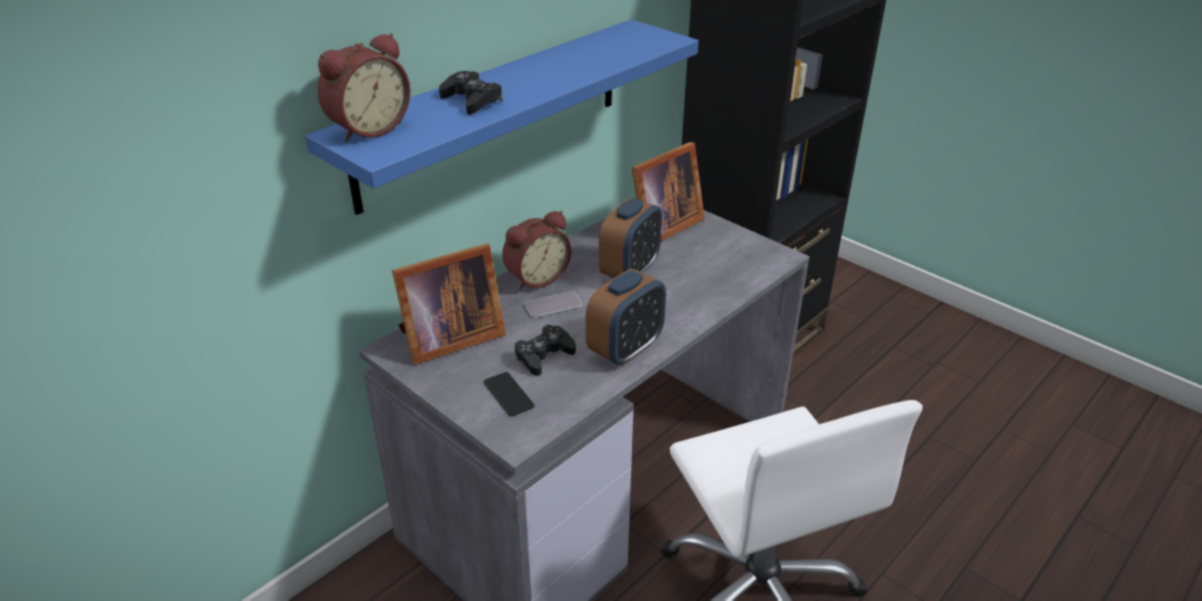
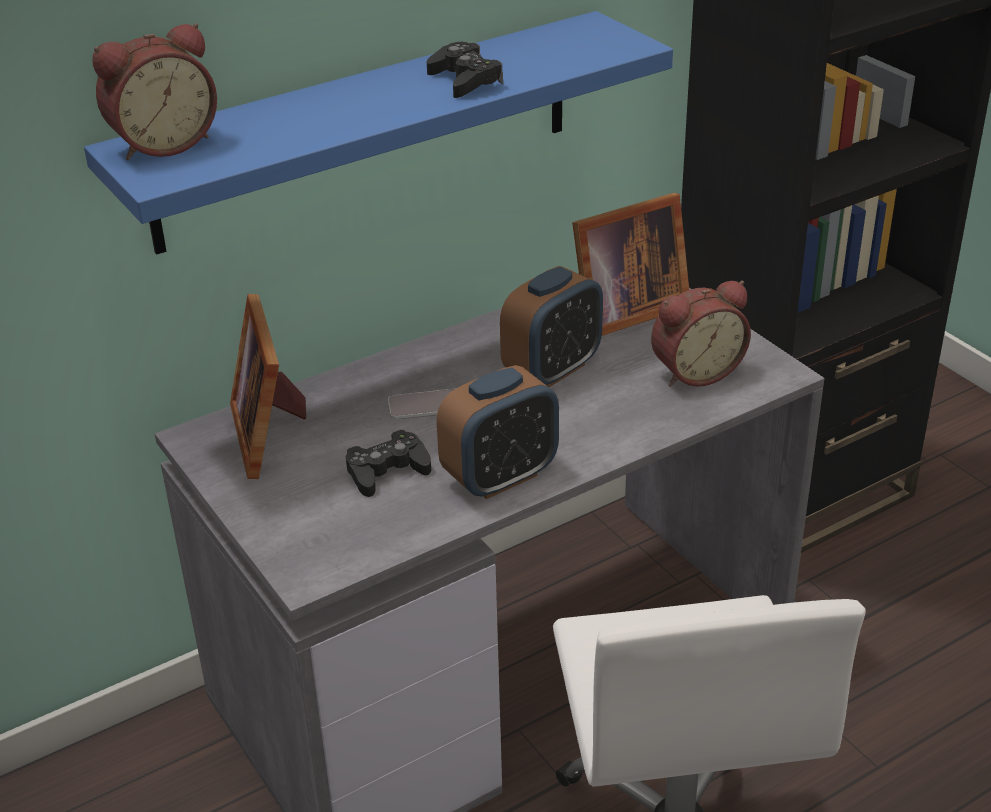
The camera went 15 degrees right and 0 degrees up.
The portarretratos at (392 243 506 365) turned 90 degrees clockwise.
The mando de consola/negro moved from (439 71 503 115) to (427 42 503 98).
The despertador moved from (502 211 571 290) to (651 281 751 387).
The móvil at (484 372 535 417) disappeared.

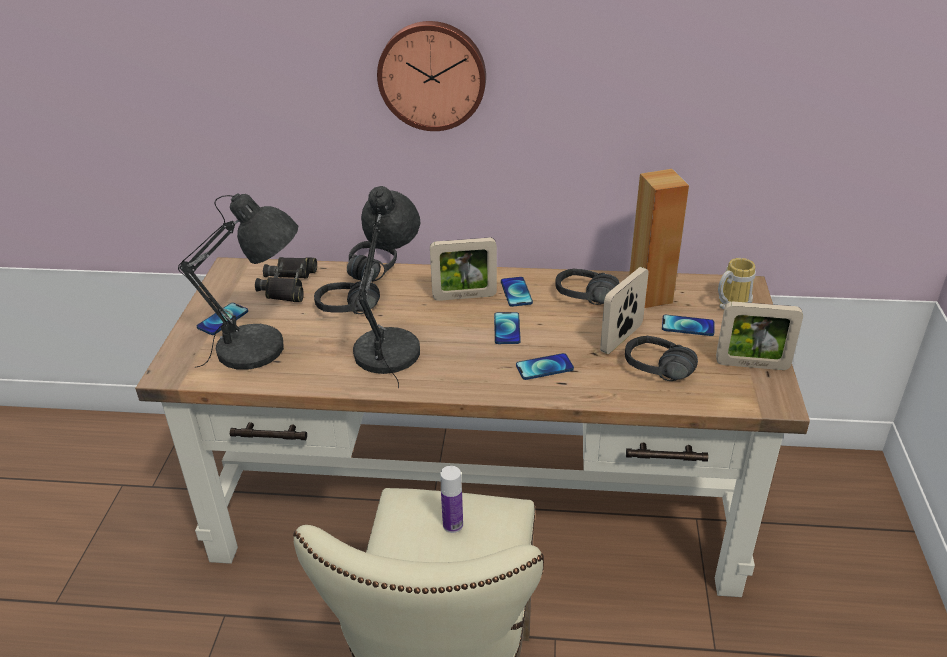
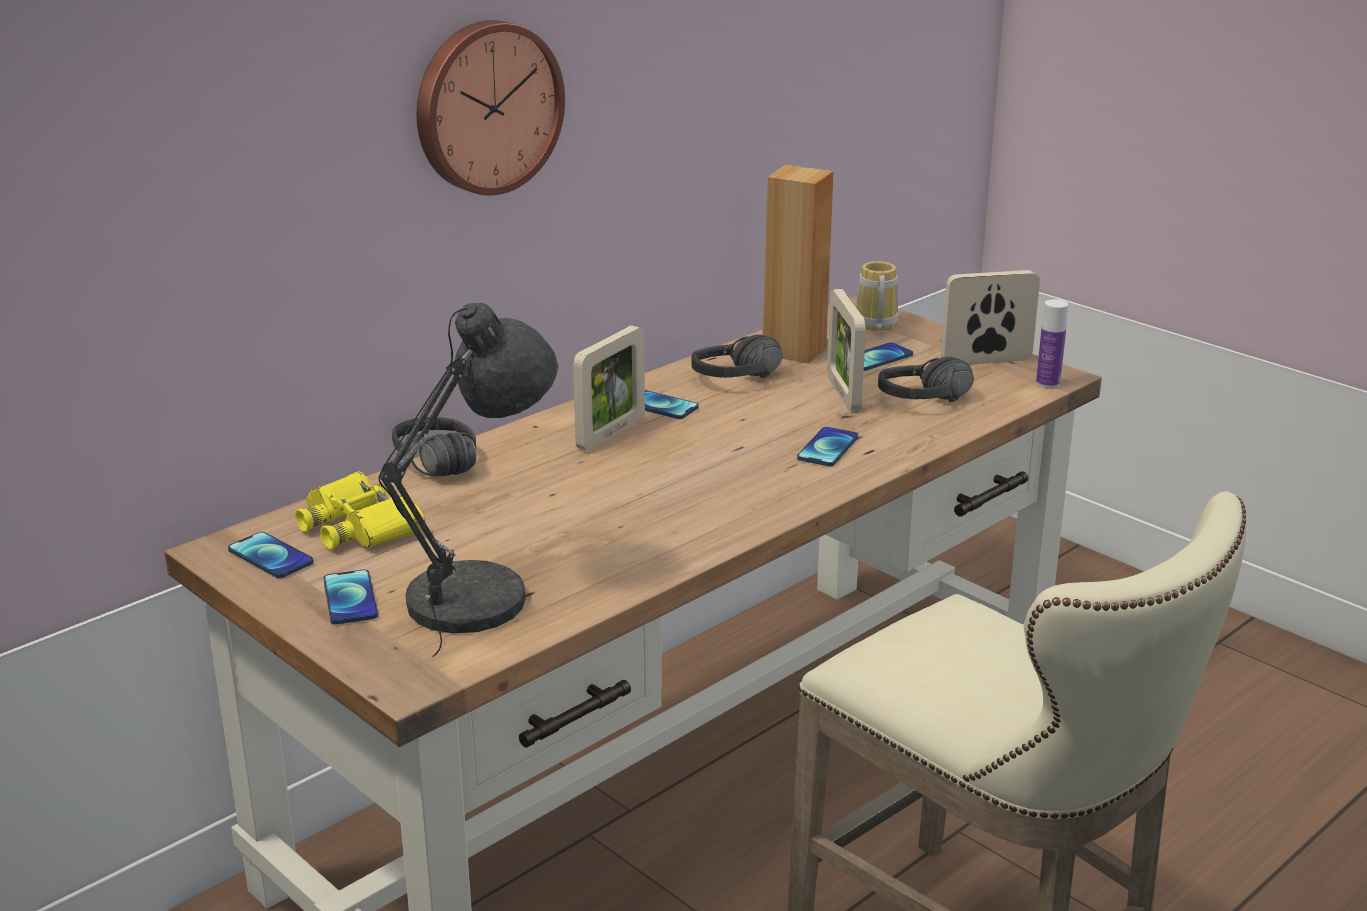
The camera went 50 degrees left and 10 degrees down.
The móvil moved from (494 312 521 344) to (228 532 314 578).
The prismáticos/negro at (255 257 317 302) became the prismáticos/amarillo at (295 471 425 550).
The portarretratos at (716 302 803 370) turned 150 degrees counterclockwise.
The botella moved from (440 466 463 533) to (1036 299 1068 388).
The auriculares/negro at (314 281 380 314) disappeared.
The lámpara de mesa/gris at (353 186 420 388) disappeared.

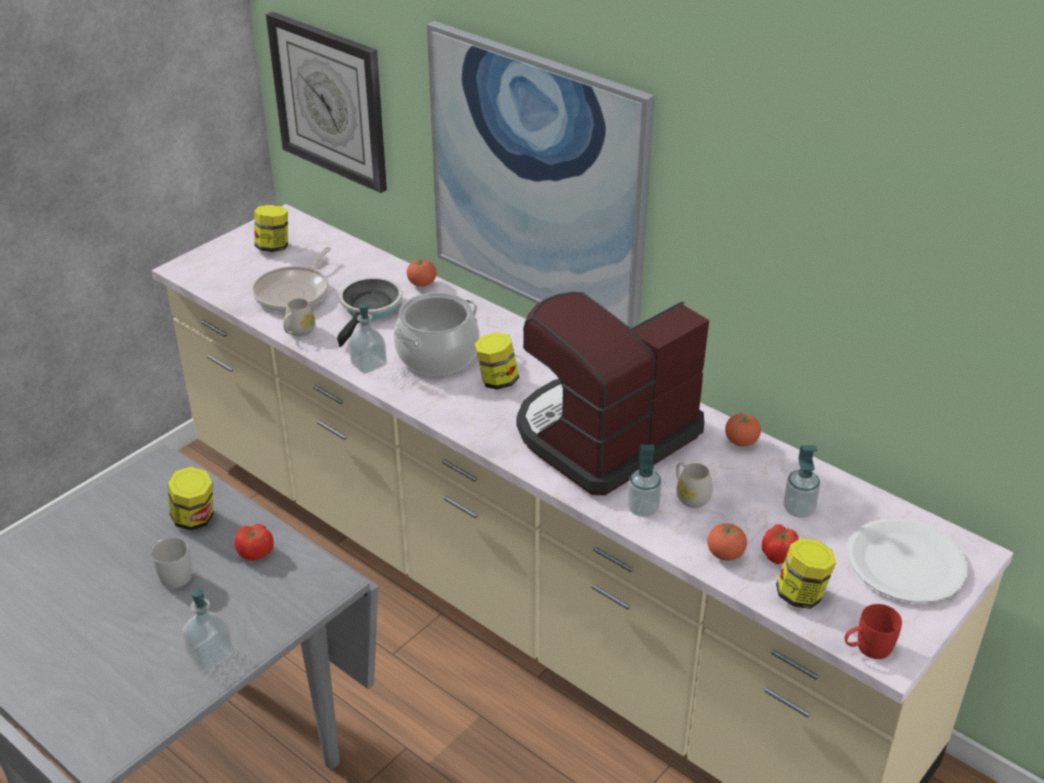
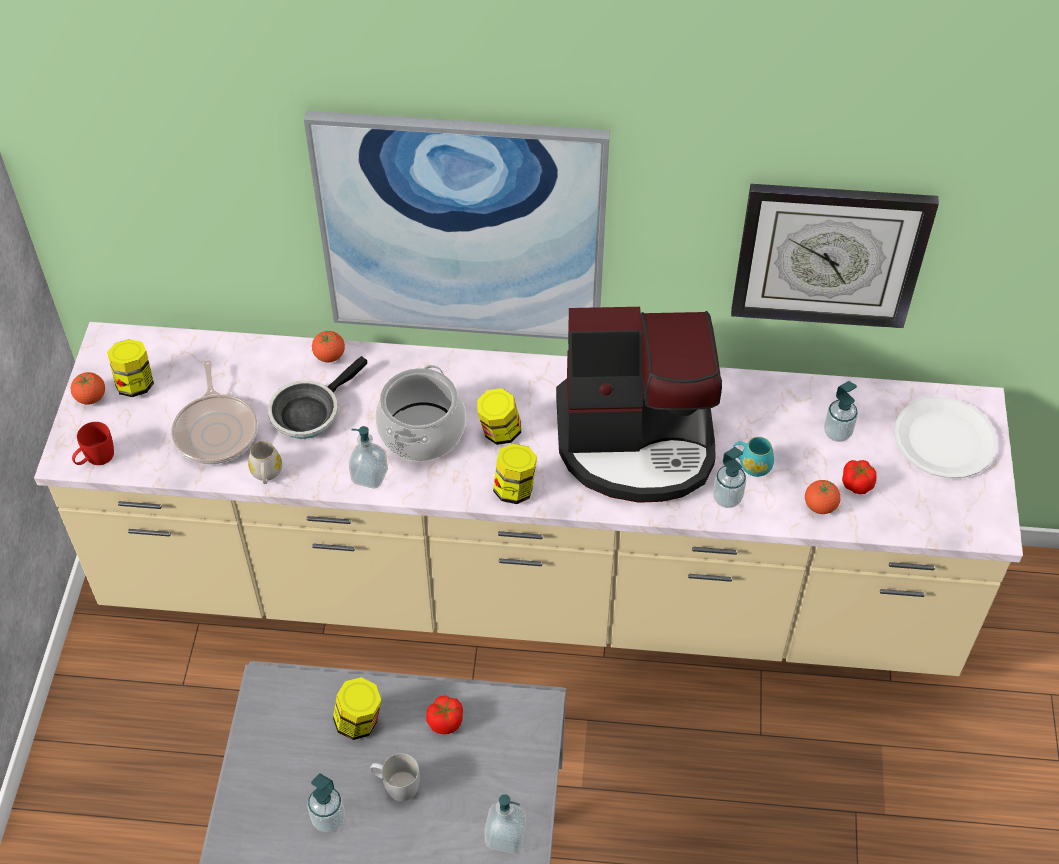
The camera went 35 degrees left and 15 degrees up.
The tomate moved from (725 413 761 446) to (71 372 105 405).
The taza grande/rojo moved from (844 604 902 659) to (72 422 114 465).
The sartén at (337 277 402 347) turned 120 degrees counterclockwise.
The dispensador de jabón at (308 773 345 832) appeared.
The tarro moved from (776 538 836 609) to (493 443 537 504).
The cafetera at (517 292 709 495) turned 105 degrees counterclockwise.
The reloj de pared moved from (266 12 387 193) to (731 184 939 328).
The taza grande/blanco at (676 462 713 508) became the taza grande/turquesa at (733 437 774 477).

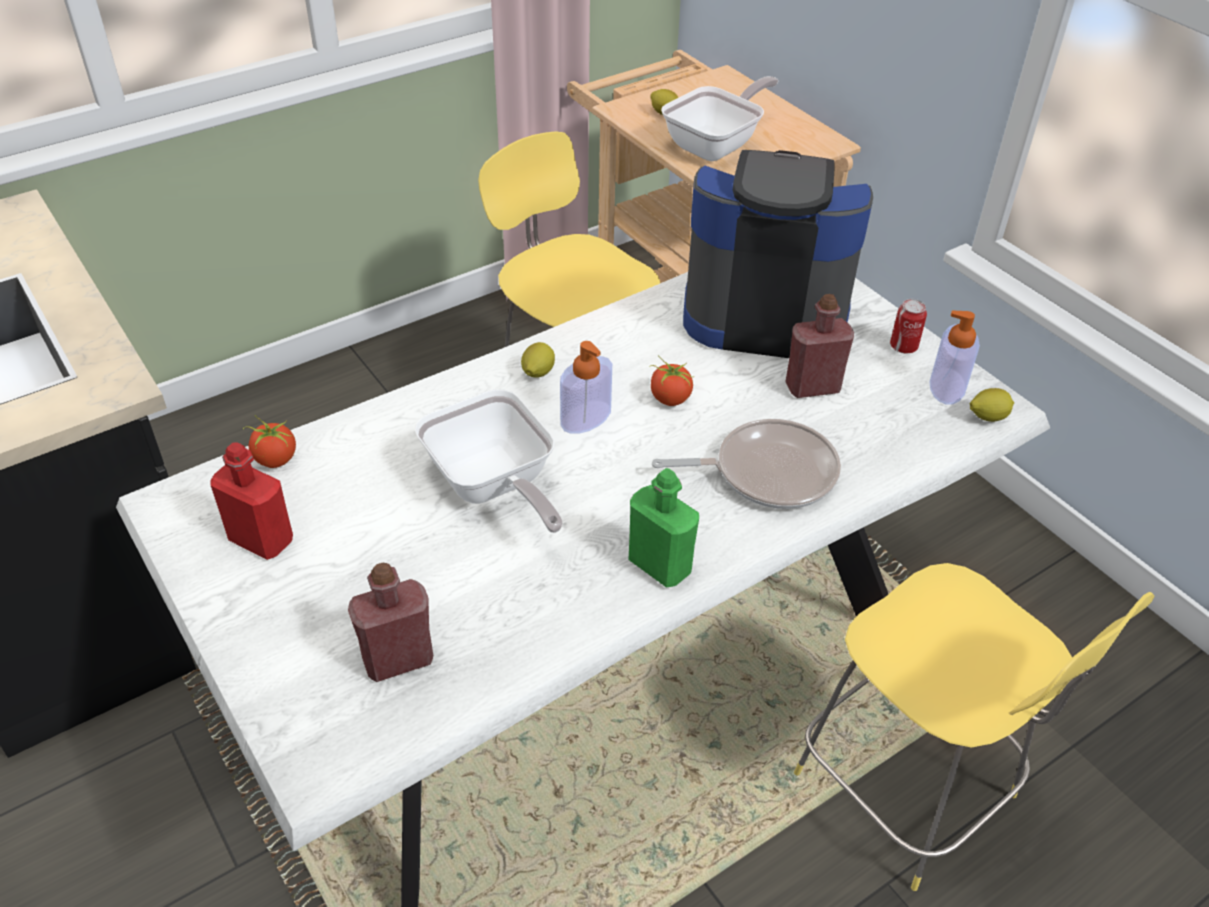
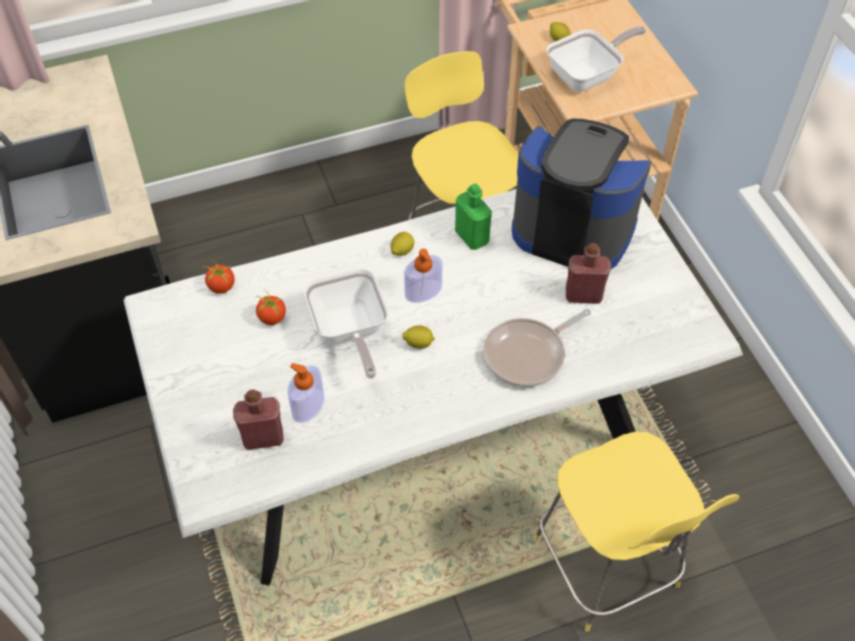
The camera went 15 degrees right and 10 degrees up.
The tomate moved from (649 355 695 406) to (255 290 286 325).
The dispensador de jabón moved from (929 310 980 405) to (287 363 325 423).
The limón moved from (970 388 1014 422) to (402 325 435 349).
The botella/verde moved from (628 468 699 588) to (455 183 492 250).
The sartén at (652 419 841 509) turned 135 degrees clockwise.
The botella/rojo at (210 442 293 560) disappeared.
The lata at (890 299 927 353) disappeared.

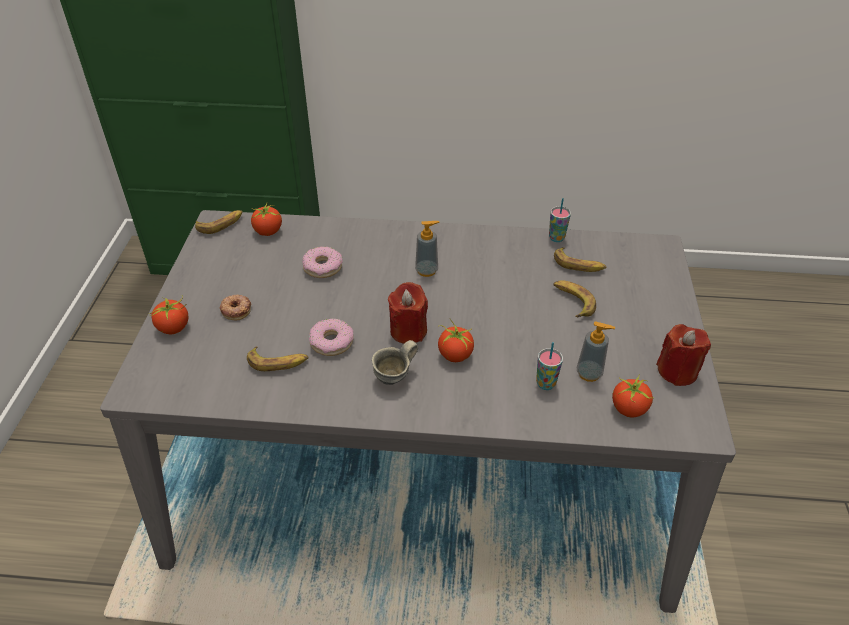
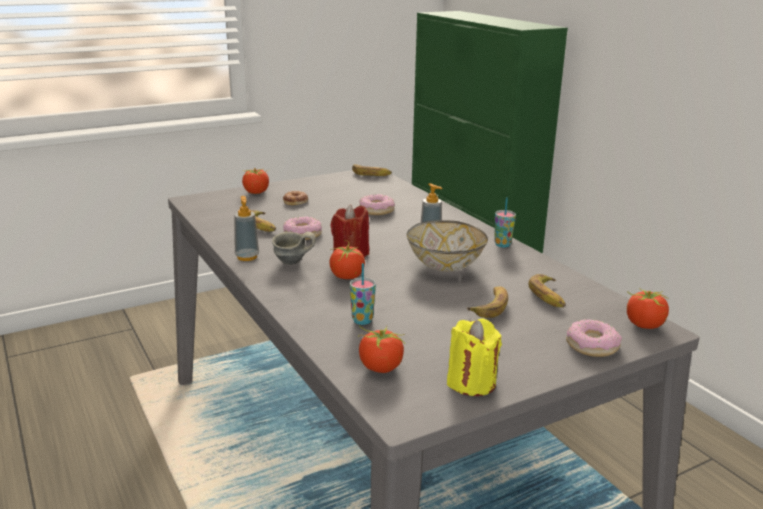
The camera went 55 degrees right and 20 degrees down.
The dispensador de jabón moved from (577 321 615 382) to (234 196 259 261).
The cuenco at (406 220 488 271) appeared.
The vela/rojo at (656 324 711 386) became the vela/amarillo at (447 318 502 396).
The taza moved from (549 198 571 242) to (494 197 516 248).
The rosquilla at (566 319 622 357) appeared.
The tomate moved from (251 204 282 236) to (627 288 669 329).

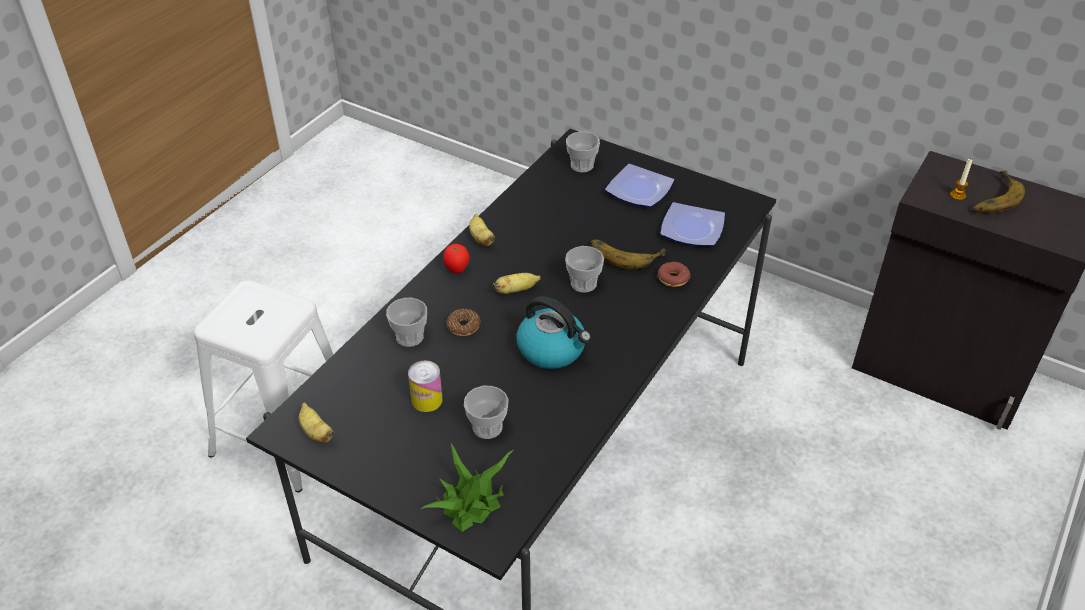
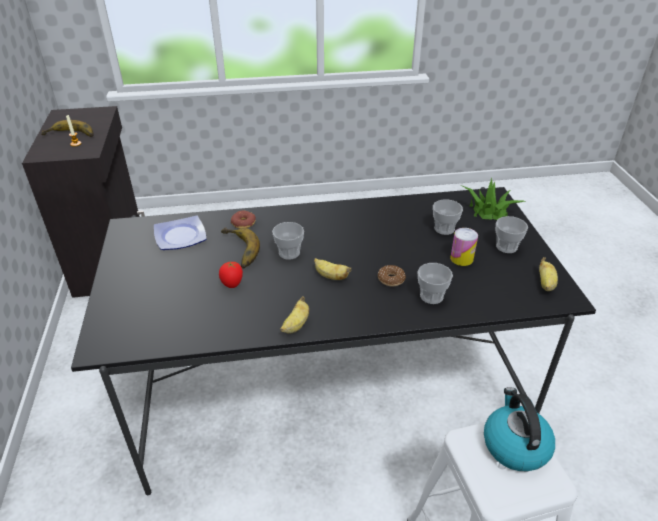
The camera went 130 degrees left and 5 degrees down.
The tomate moved from (443 244 470 274) to (219 262 243 288).
The hervidor moved from (516 296 591 369) to (484 387 555 471).
The taza moved from (566 132 600 172) to (496 216 528 253).
The plato at (605 164 674 207) disappeared.

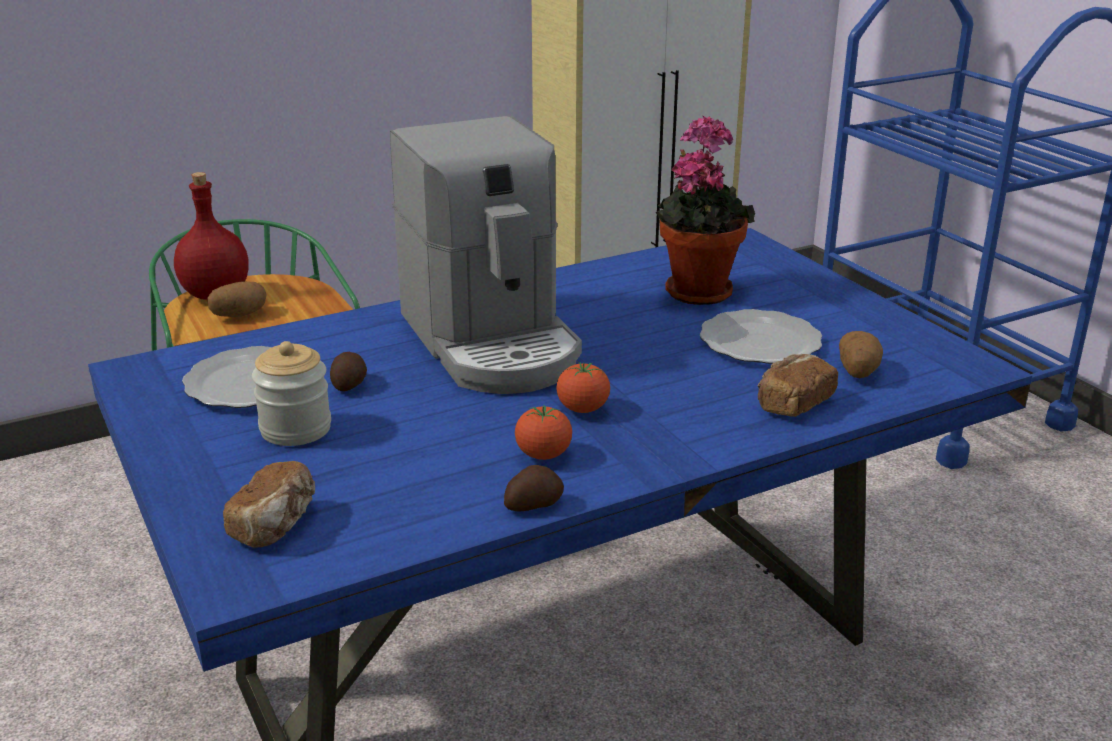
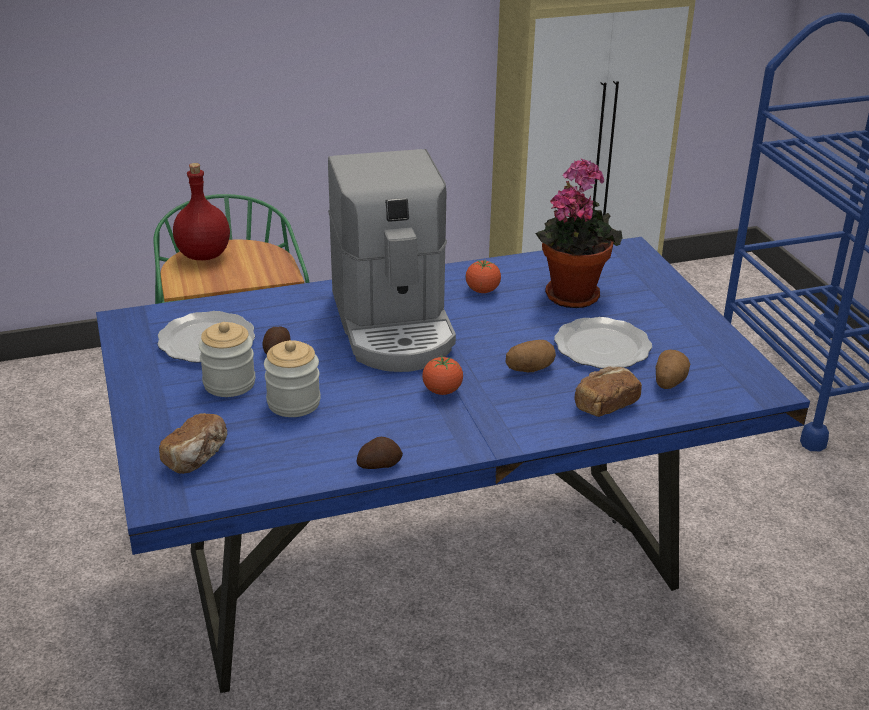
The camera went 10 degrees right and 5 degrees up.
The tarro at (264 340 321 417) appeared.
The tomate moved from (515 405 572 460) to (466 260 501 293).
The patata moved from (208 282 267 317) to (506 340 556 372).

